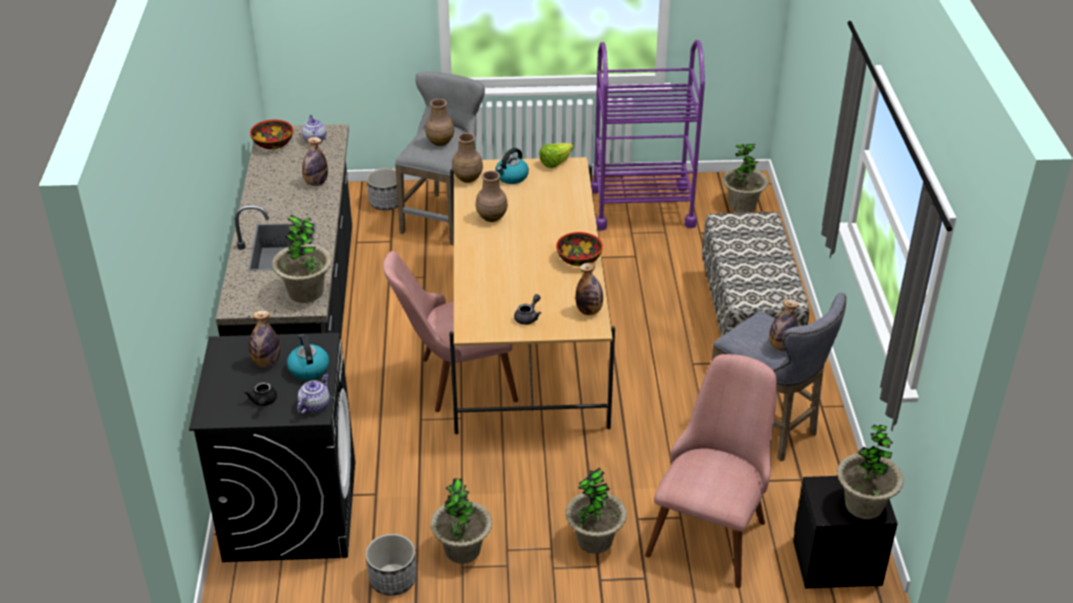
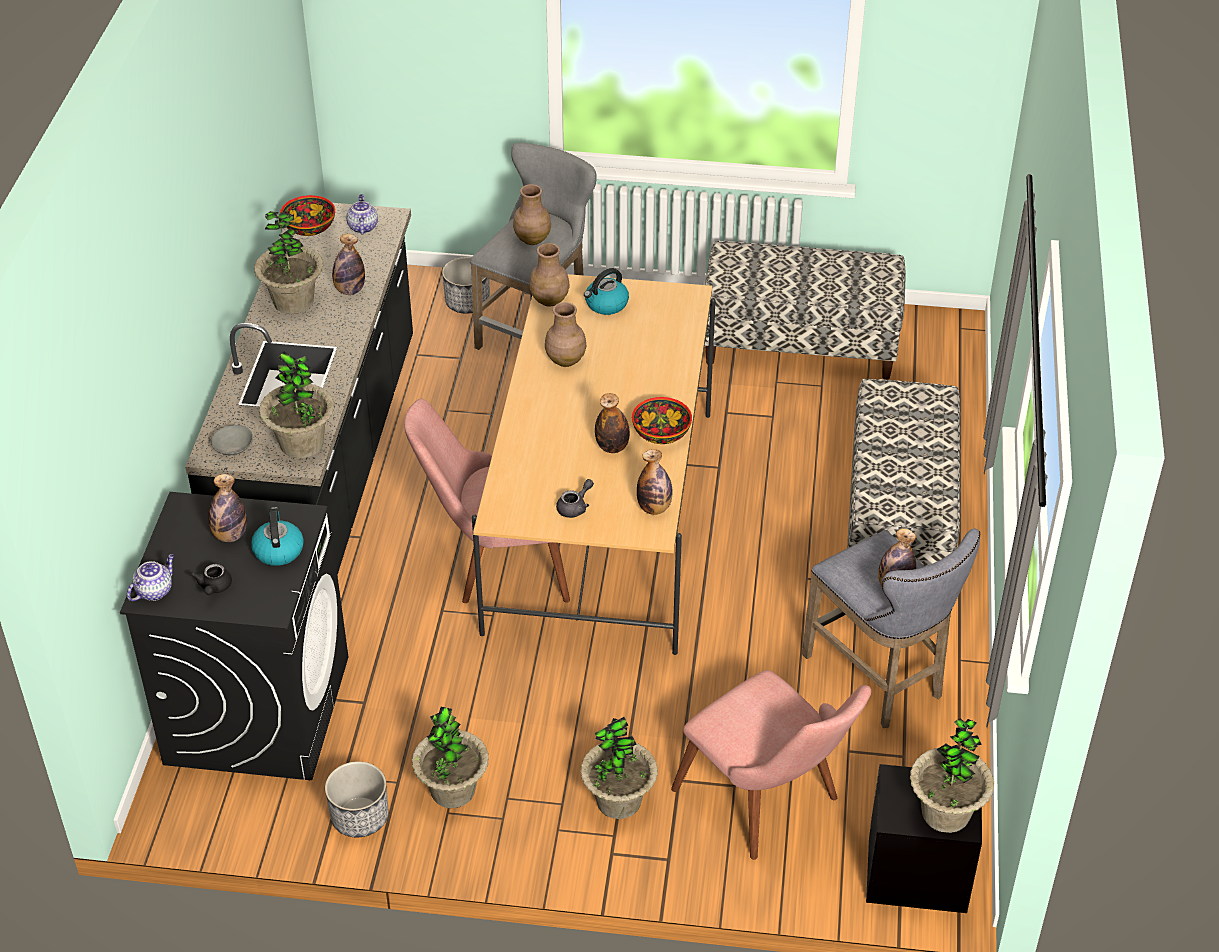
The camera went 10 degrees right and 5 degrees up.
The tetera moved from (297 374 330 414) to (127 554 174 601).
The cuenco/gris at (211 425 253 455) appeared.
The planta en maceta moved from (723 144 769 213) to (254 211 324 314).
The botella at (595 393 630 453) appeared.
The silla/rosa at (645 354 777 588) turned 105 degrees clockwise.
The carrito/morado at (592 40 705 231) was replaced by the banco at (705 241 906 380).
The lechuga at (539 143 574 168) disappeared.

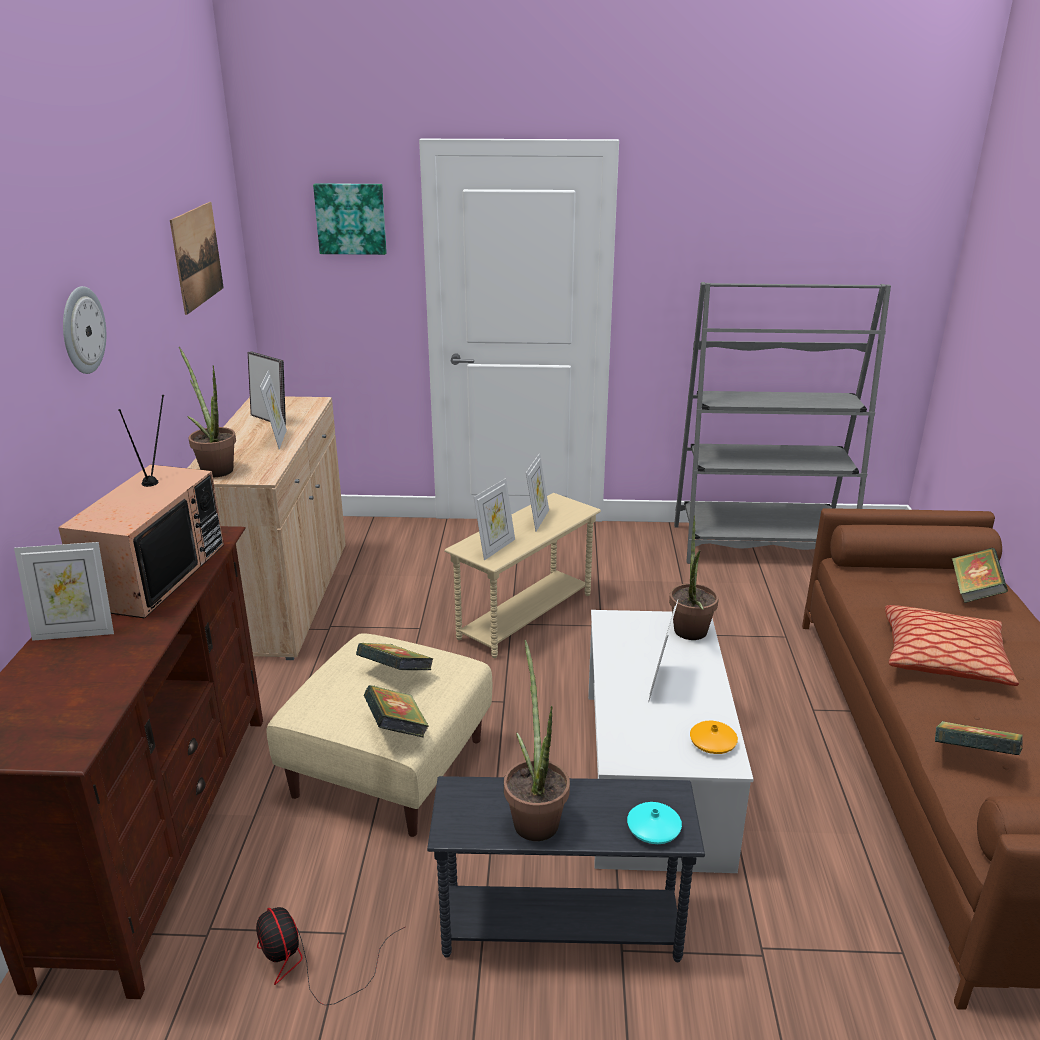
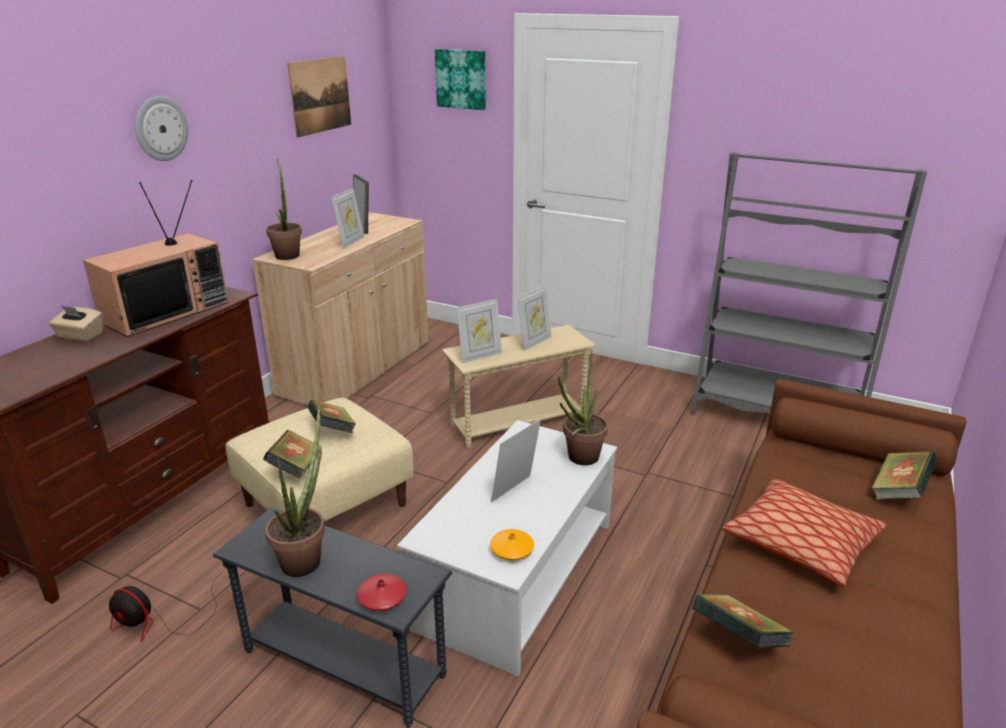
The camera went 25 degrees right and 0 degrees up.
The portarretratos at (14 542 114 641) was replaced by the caja de pañuelos/beis at (49 306 103 342).
The ventilador at (256 907 405 1005) turned 60 degrees counterclockwise.
The florero/turquesa at (627 802 682 844) became the florero/rojo at (357 574 407 611).

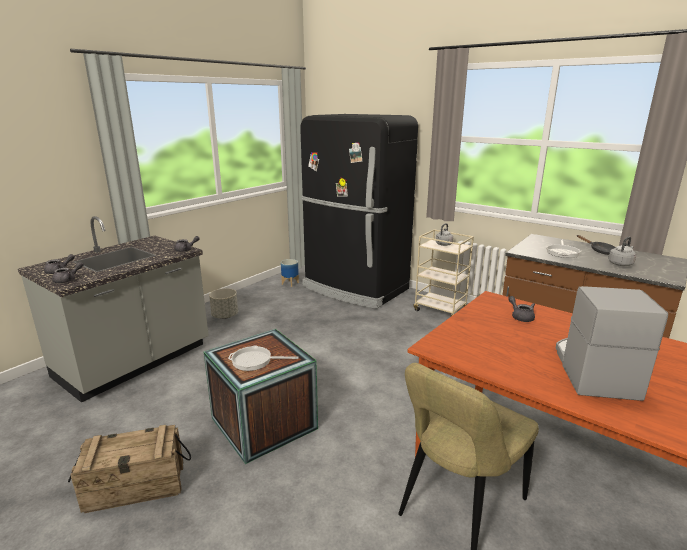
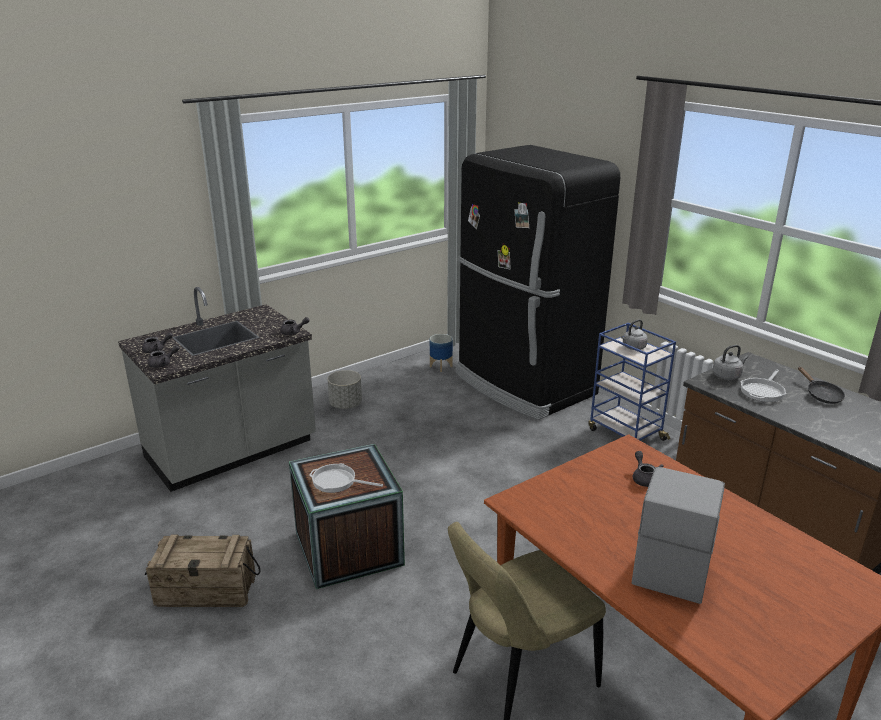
The camera went 15 degrees right and 5 degrees up.
The carrito/beis at (414 229 474 316) became the carrito/azul at (588 323 676 441).
The hervidor/gris moved from (608 237 636 266) to (713 345 748 380).

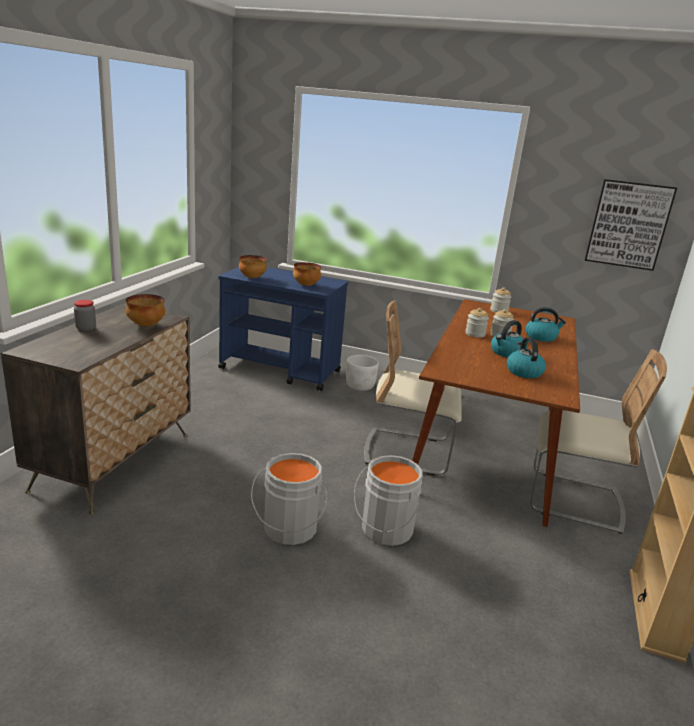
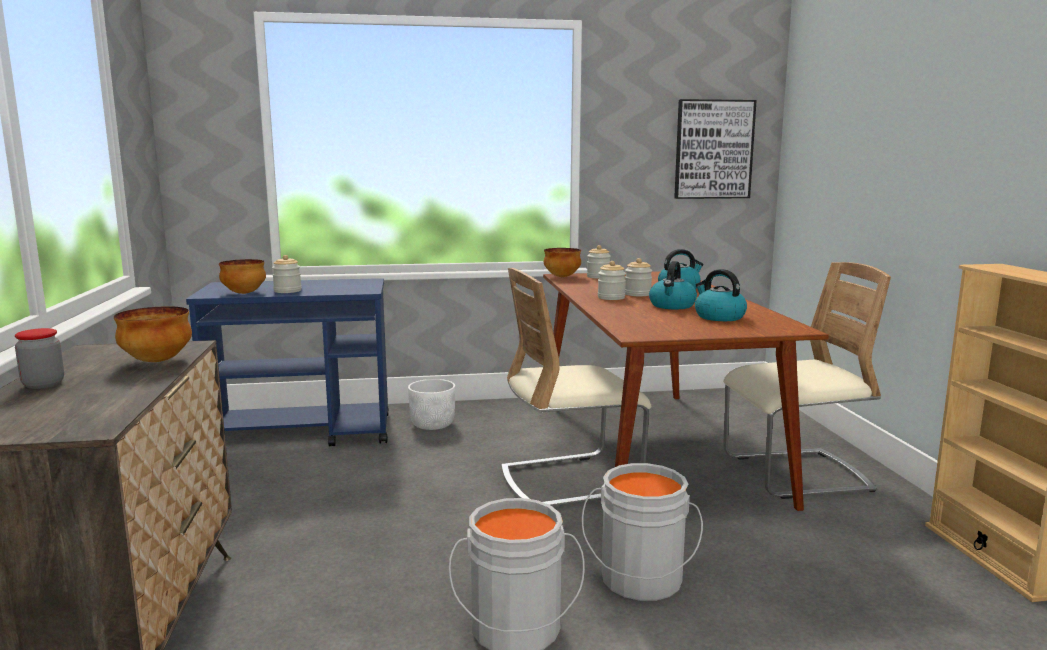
The camera went 25 degrees left and 10 degrees down.
The tarro at (272 255 302 293) appeared.
The cuenco moved from (293 262 321 286) to (544 248 581 277).

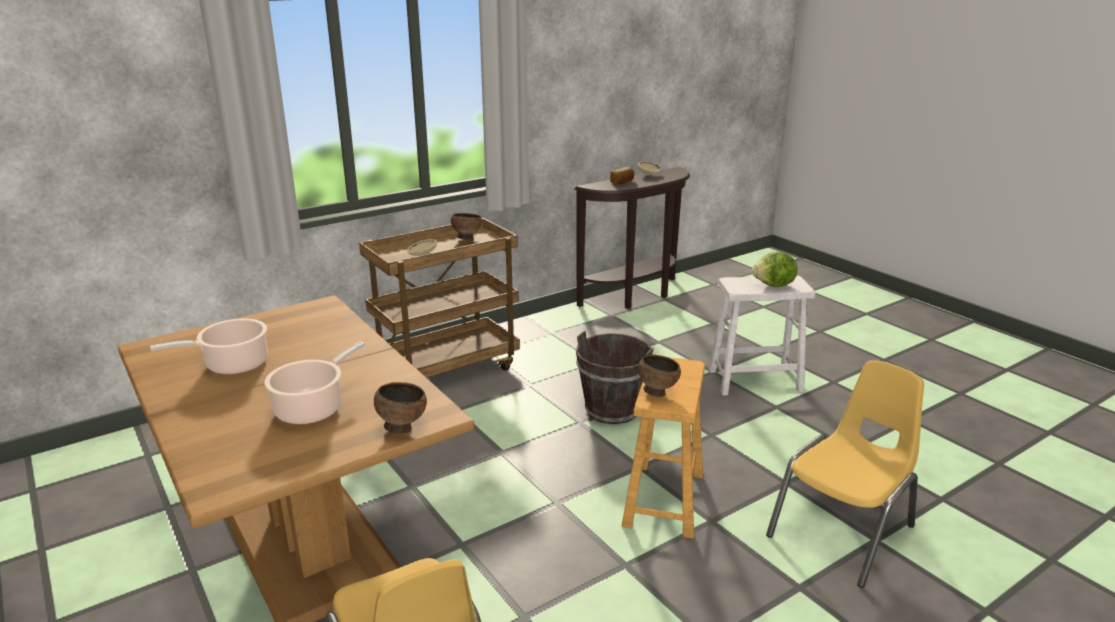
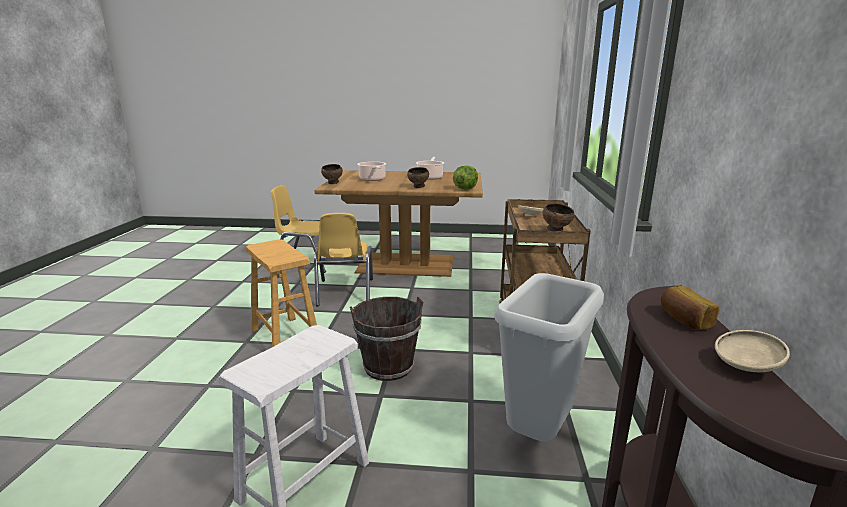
The camera went 130 degrees right and 5 degrees down.
The silla/amarillo moved from (766 360 924 588) to (314 213 373 307).
The cuenco/marrón moved from (638 355 681 397) to (407 167 429 188).
The lechuga moved from (752 252 798 287) to (453 166 478 189).
The papelera/gris at (494 273 604 441) appeared.

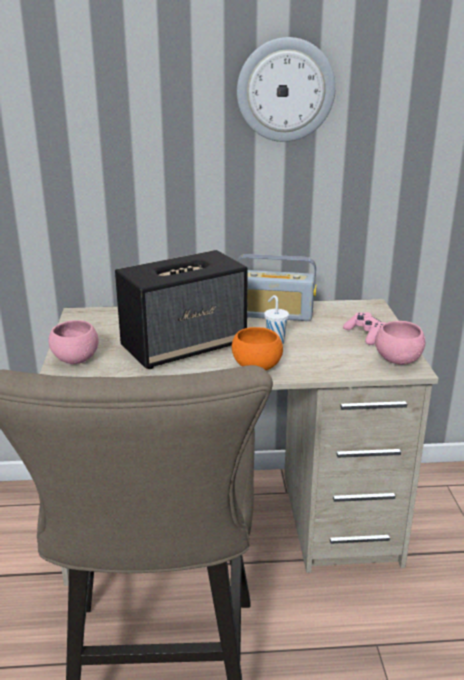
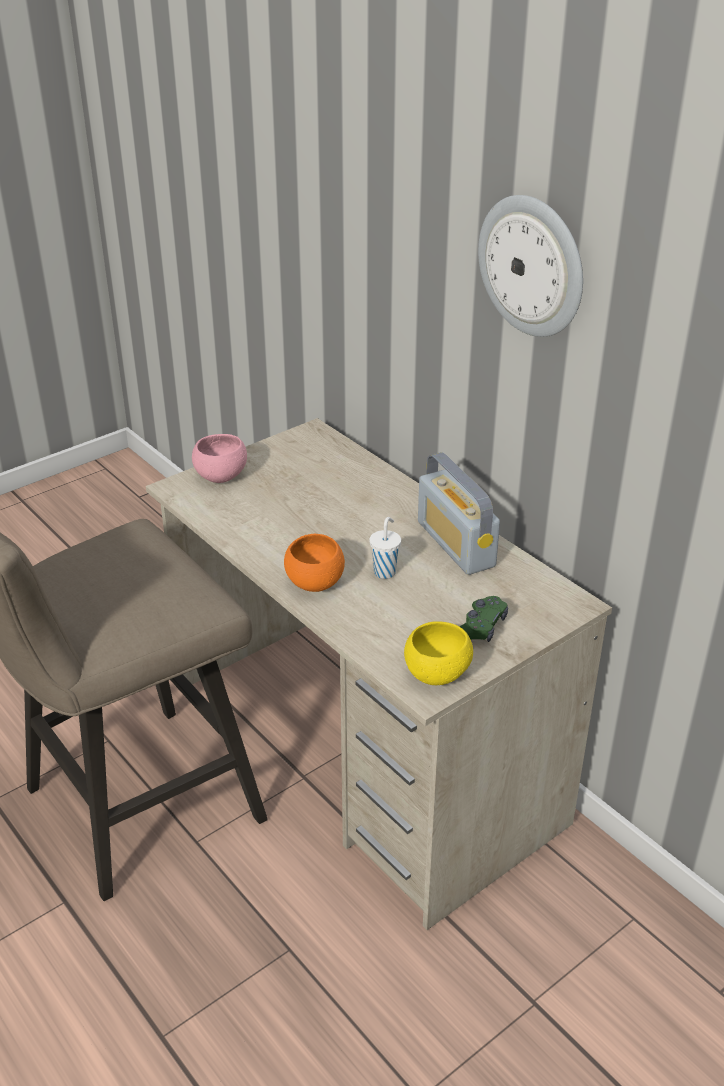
The camera went 55 degrees right and 10 degrees up.
The cuenco/rosa at (375 321 425 365) became the cuenco/amarillo at (404 621 473 685).
The mando de consola/rosa at (343 312 386 345) became the mando de consola/verde at (459 596 508 642).
The altavoz at (115 250 248 369) disappeared.

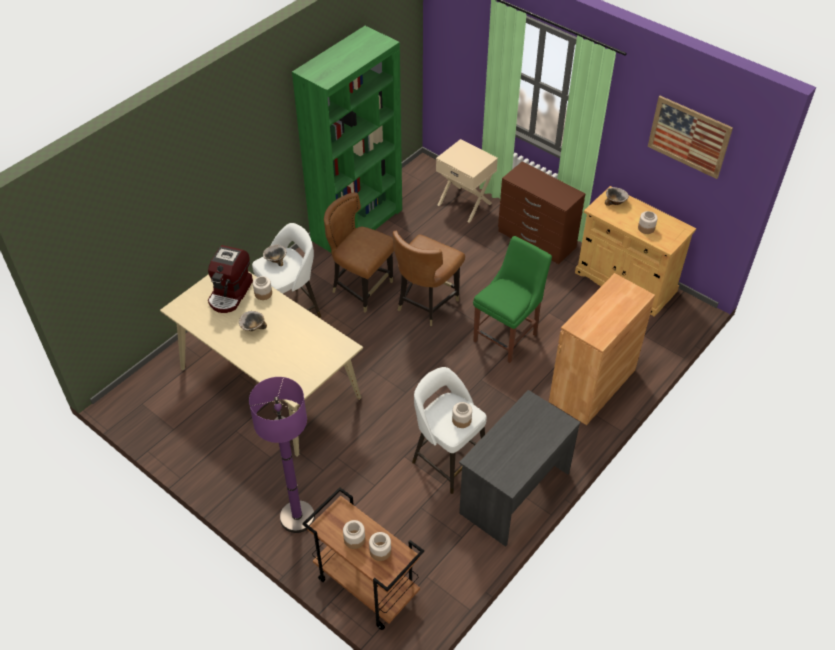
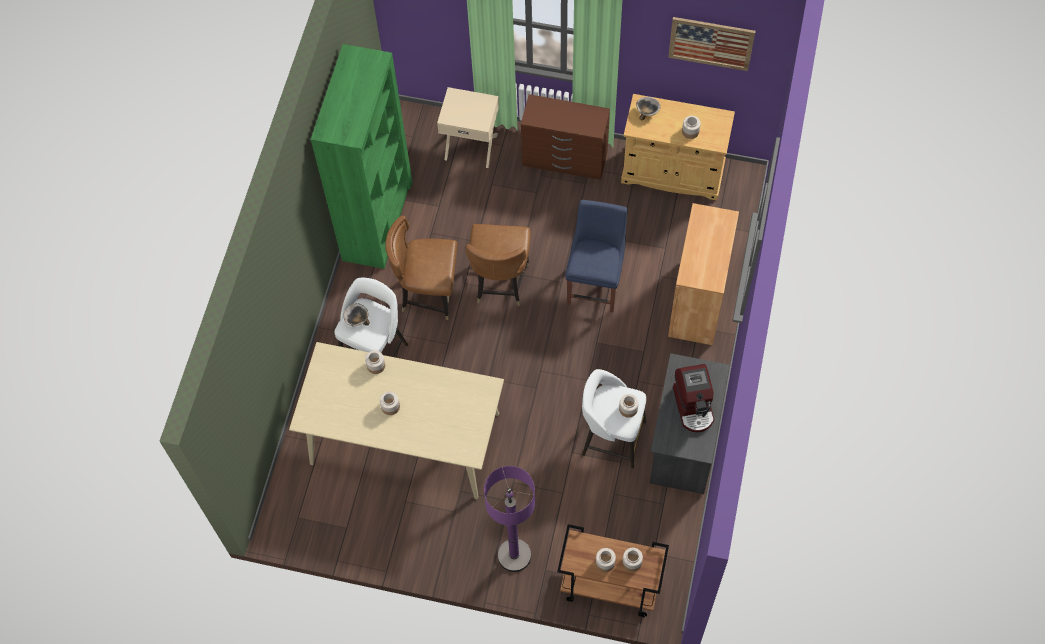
The camera went 25 degrees left and 15 degrees up.
The cuenco at (239 311 267 331) was replaced by the tarro at (380 391 400 415).
The silla/verde at (473 236 552 363) became the silla/azul at (565 200 628 312).
The cafetera moved from (208 245 253 313) to (673 364 714 432).

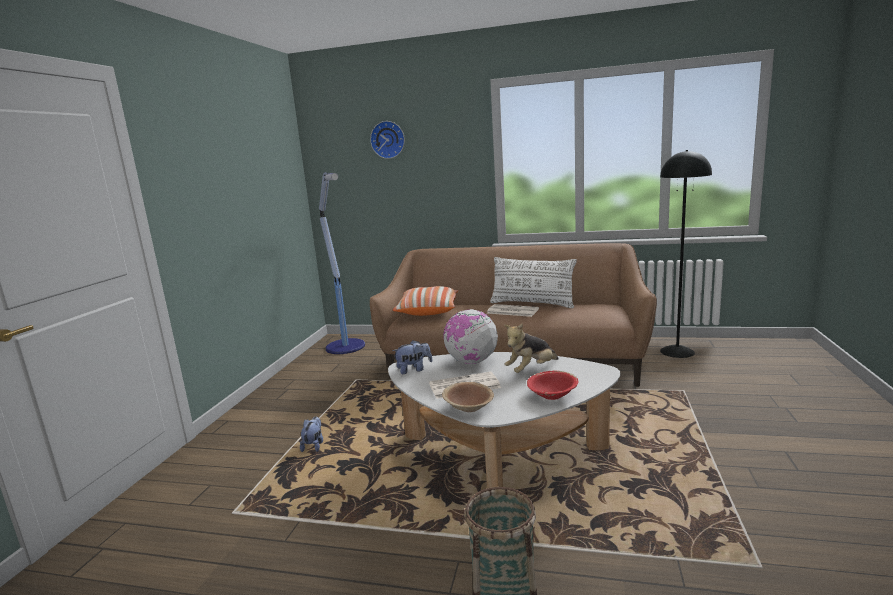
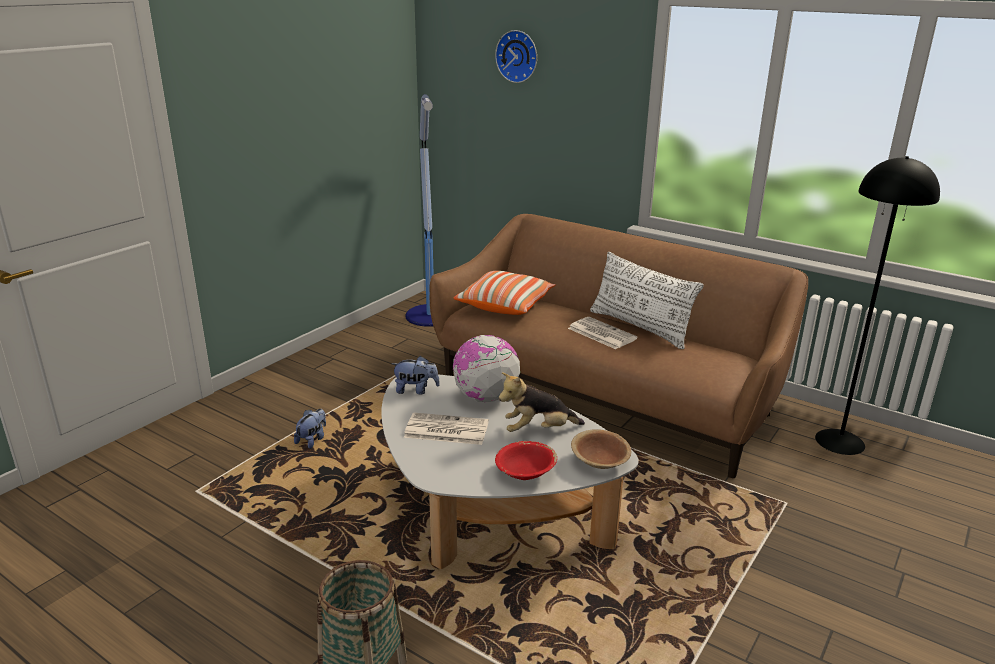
The camera went 20 degrees right and 10 degrees up.
The cuenco/marrón moved from (442 382 494 412) to (571 429 631 469).

